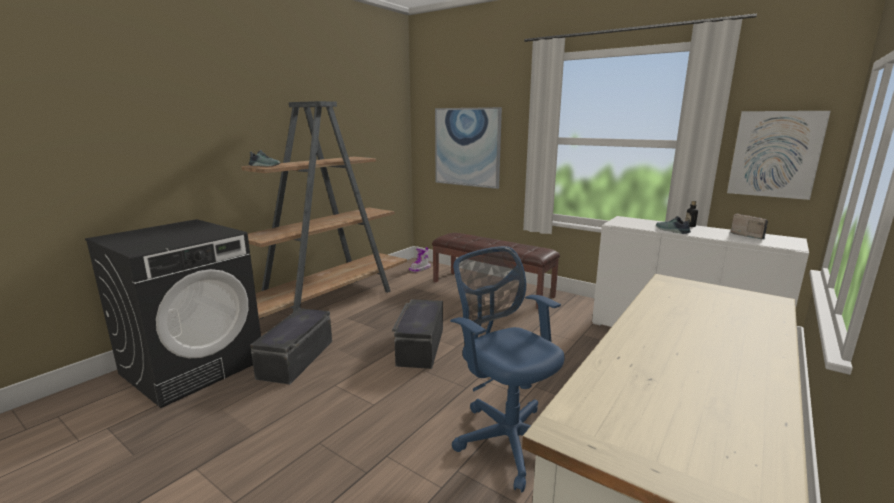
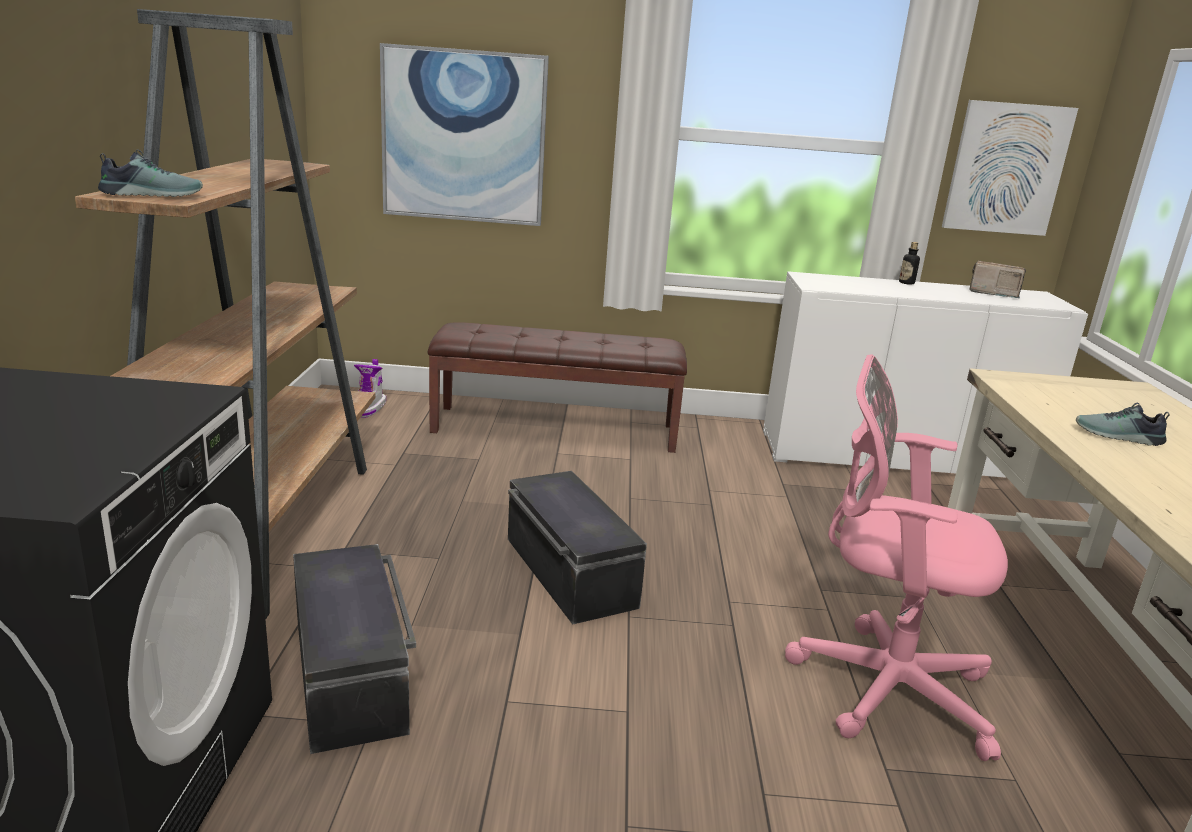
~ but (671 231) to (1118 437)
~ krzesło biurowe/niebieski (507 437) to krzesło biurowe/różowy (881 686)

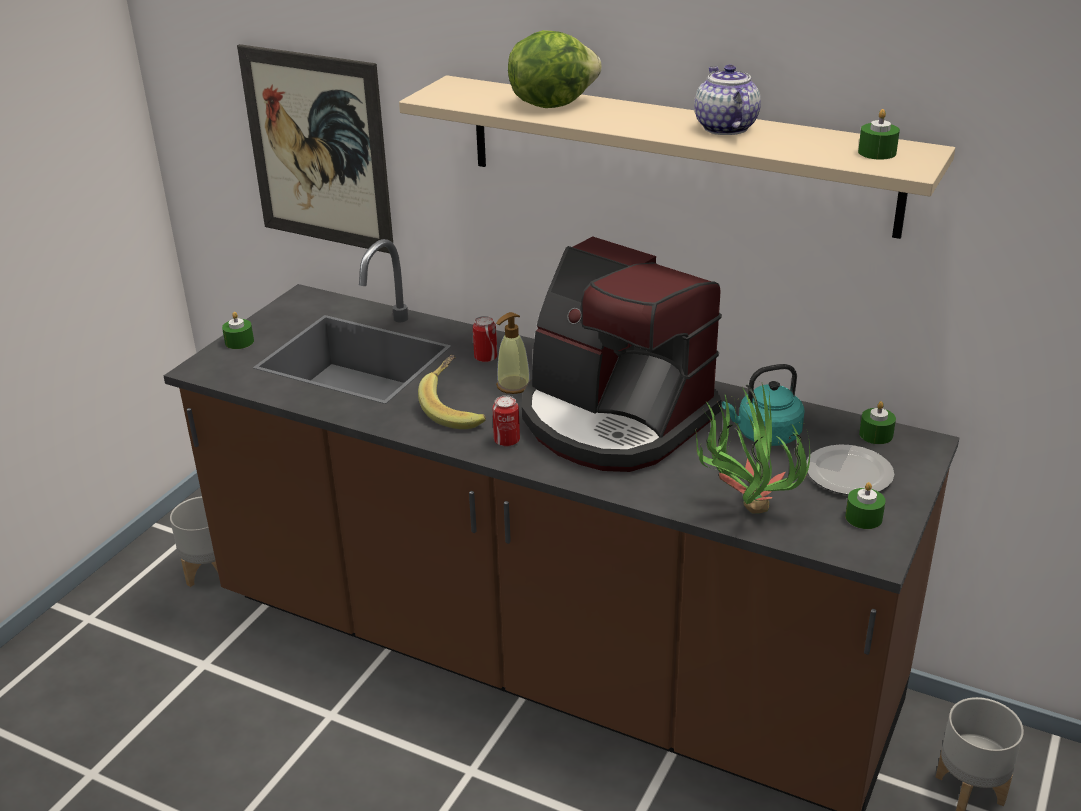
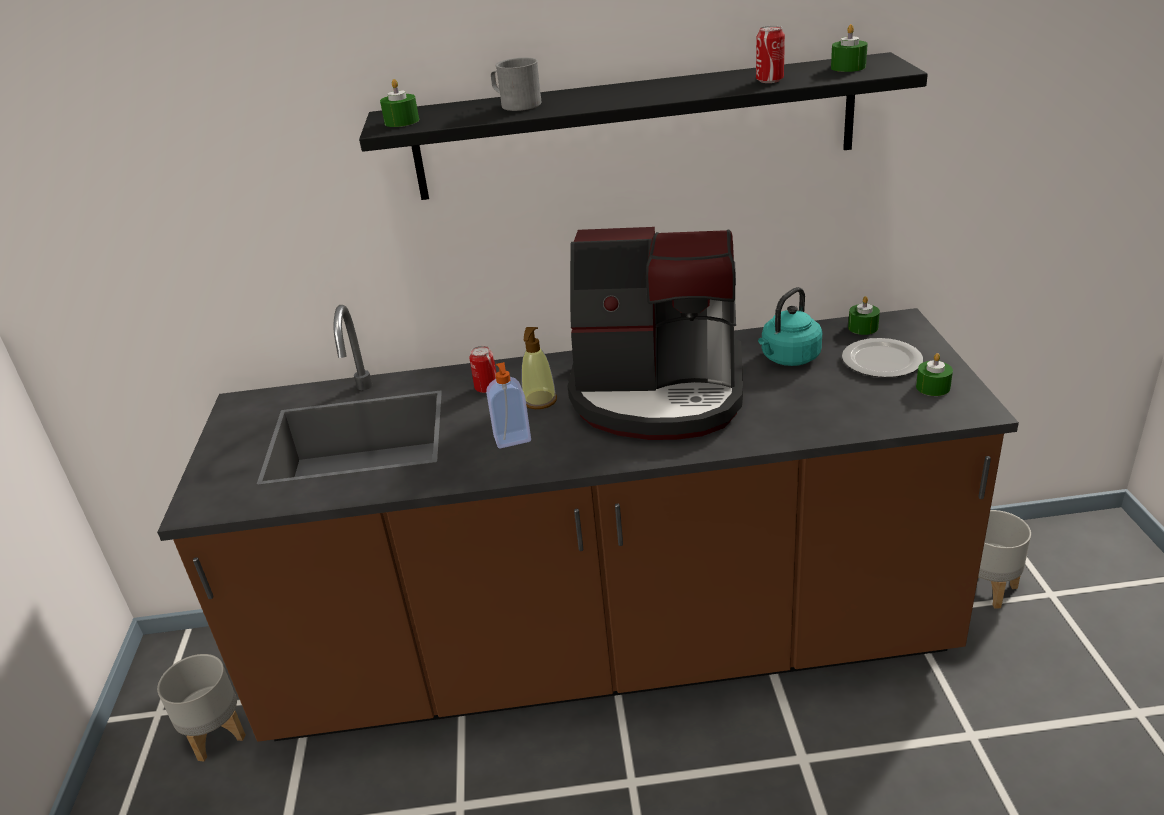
- obraz (318 150)
- imbryk (724 127)
- roślina doniczkowa (743 507)
~ świeca/zielony (239 342) to (402 121)
~ puszka (507 441) to (769 80)
~ banan (457 409) to dozownik mydła (512 440)
~ sałata (551 103) to kubek/szary (516 104)
~ półka/beżowy (676 154) to półka/czarny (635 128)

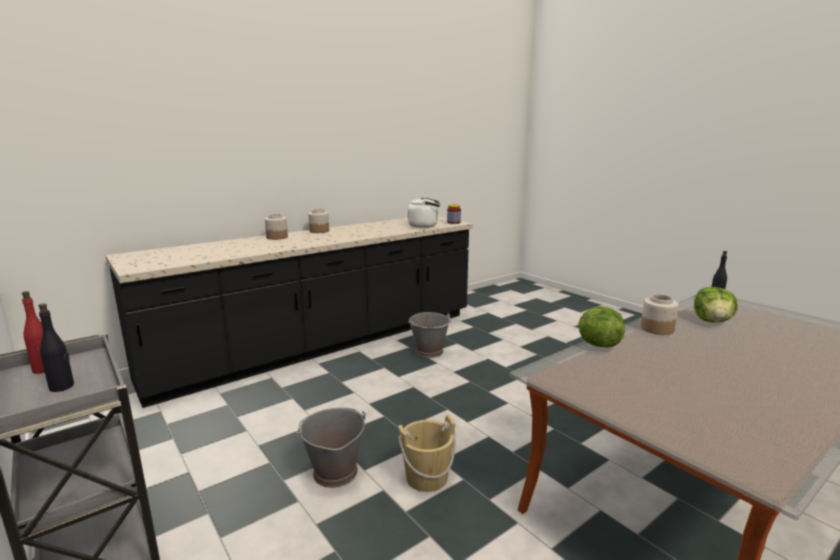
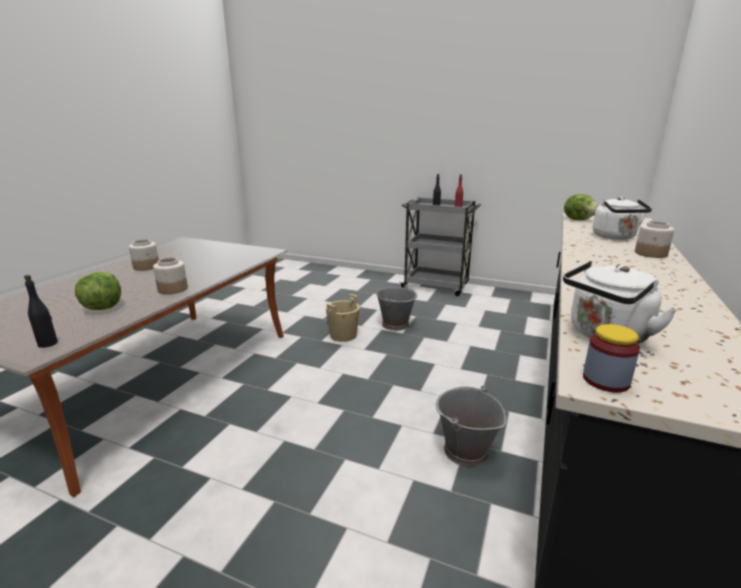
+ czajnik/biały (615 237)
~ słoik (319 231) to (147 267)
~ sałata (597 344) to (578 219)

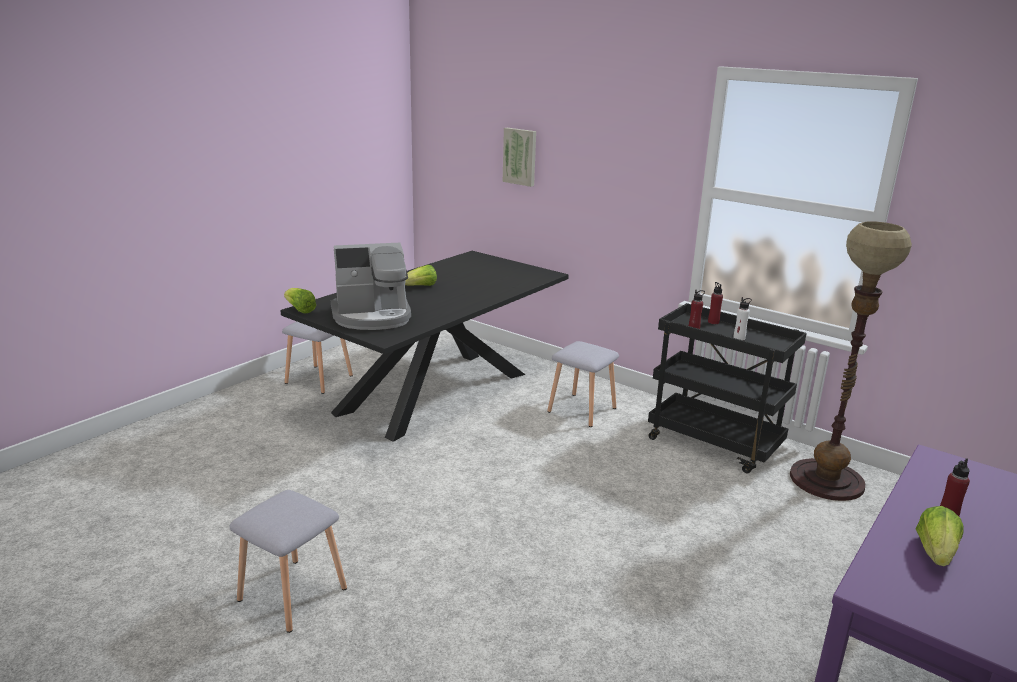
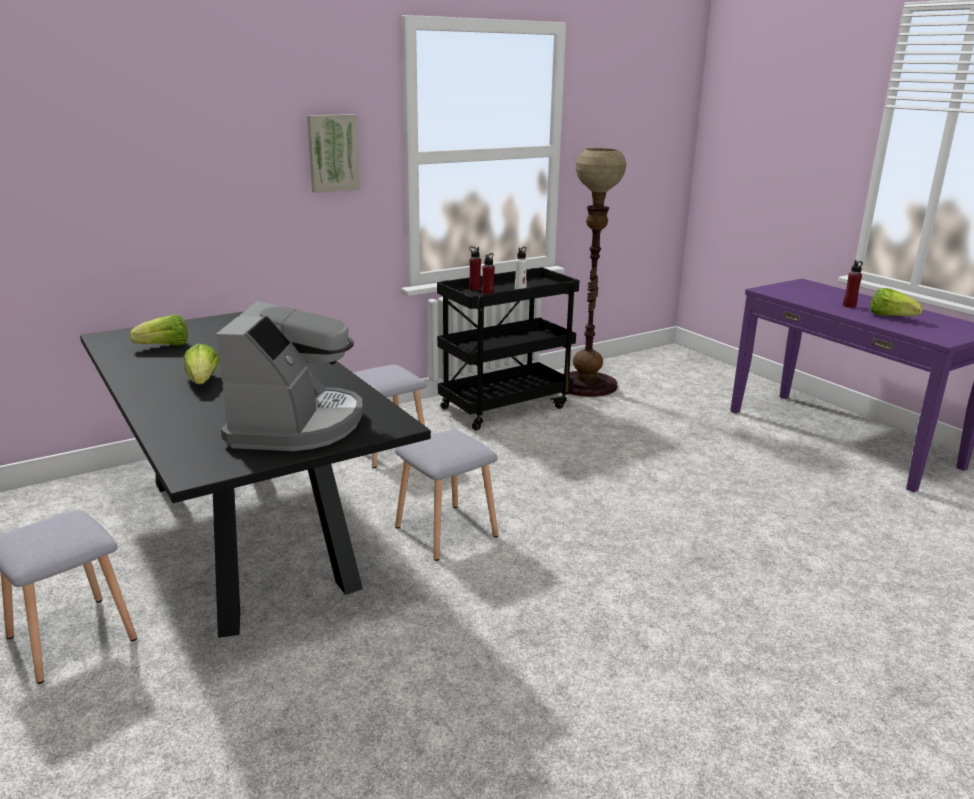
~ stołek/szary (292 595) to (448 532)
~ sałata (300 310) to (164 346)
~ obraz (520 156) to (332 153)

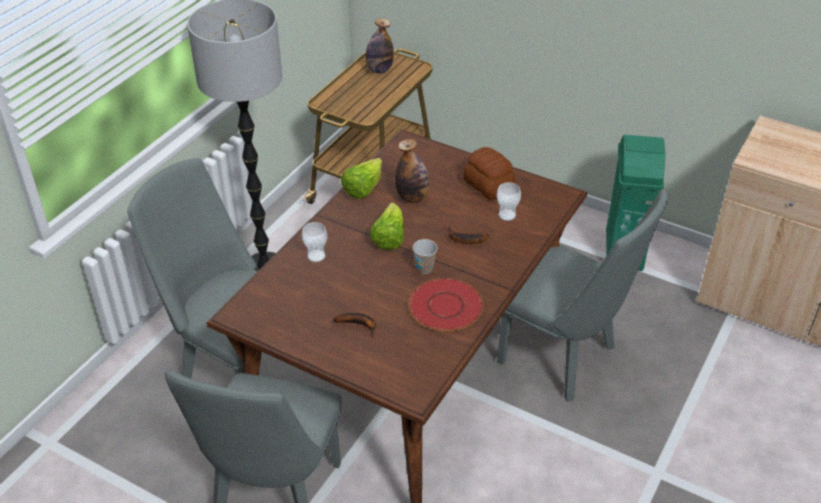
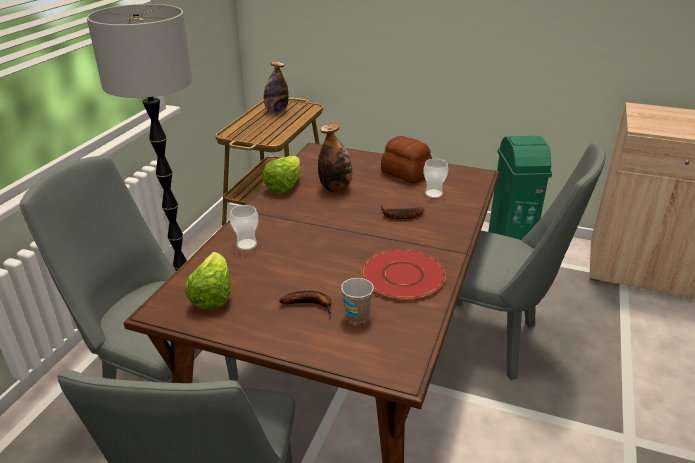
~ sałata (389 238) to (212 295)
~ filiżanka (424 268) to (357 316)

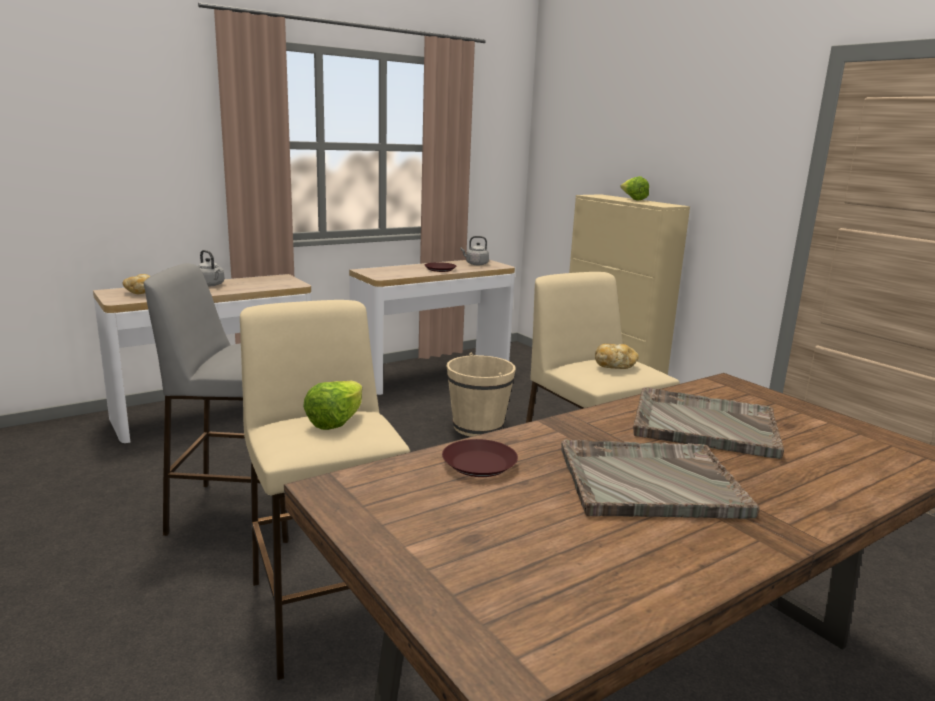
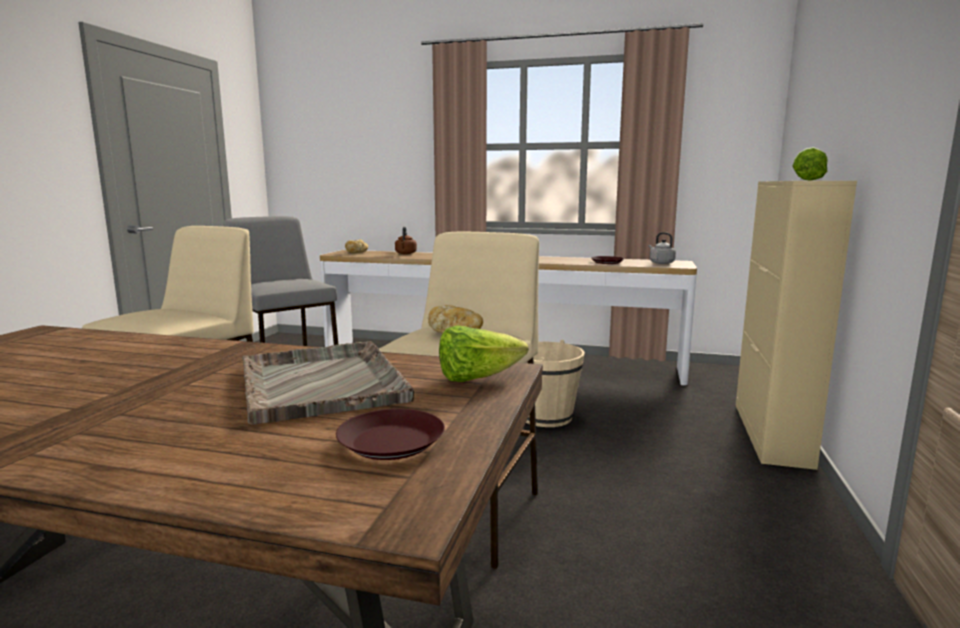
- taca/szary (648 482)
~ sałata (336 421) to (477 378)
~ talerz/brązowy (480 464) to (391 443)
~ czajnik/szary (211 285) to czajnik/brązowy (405 253)

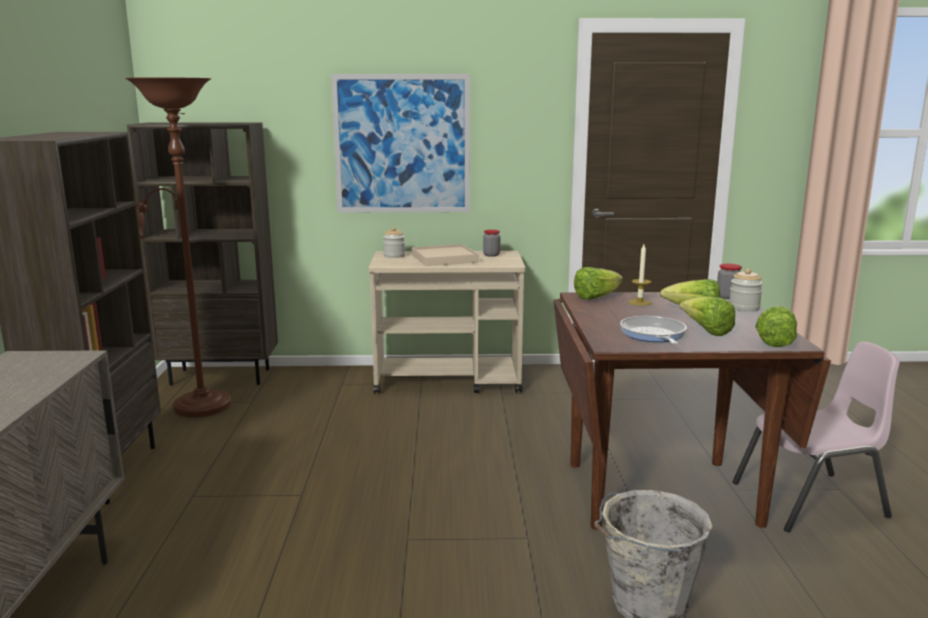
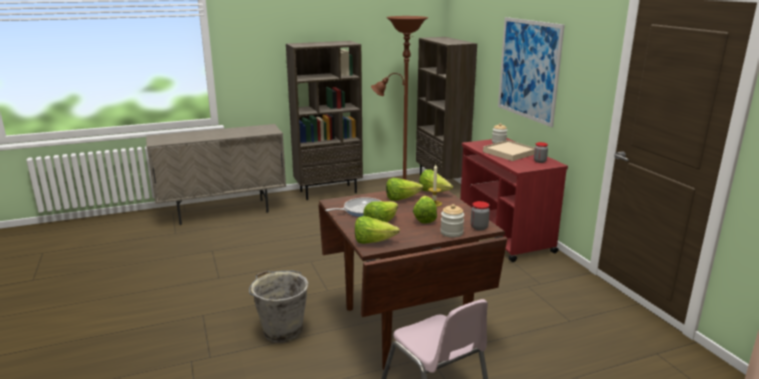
+ sałata (401 199)
~ wózek/beżowy (449 380) to wózek/czerwony (505 236)

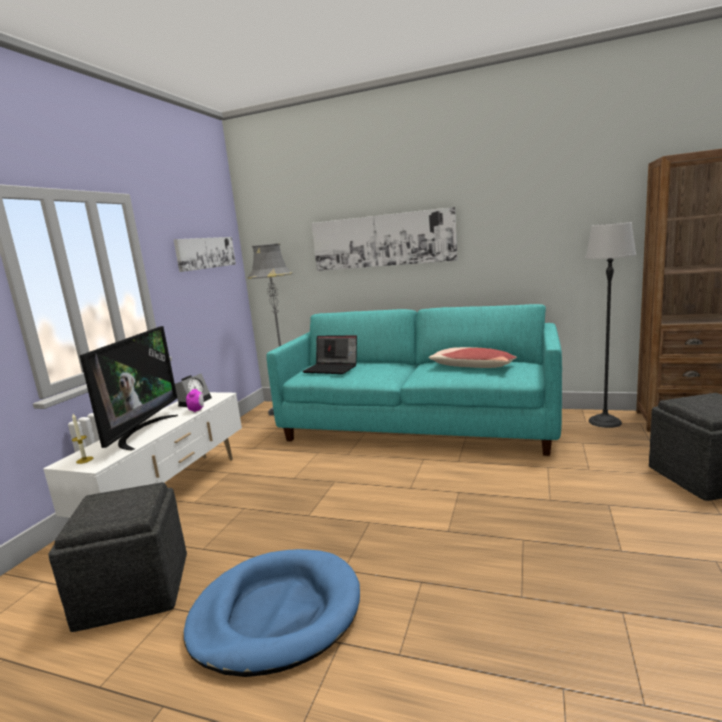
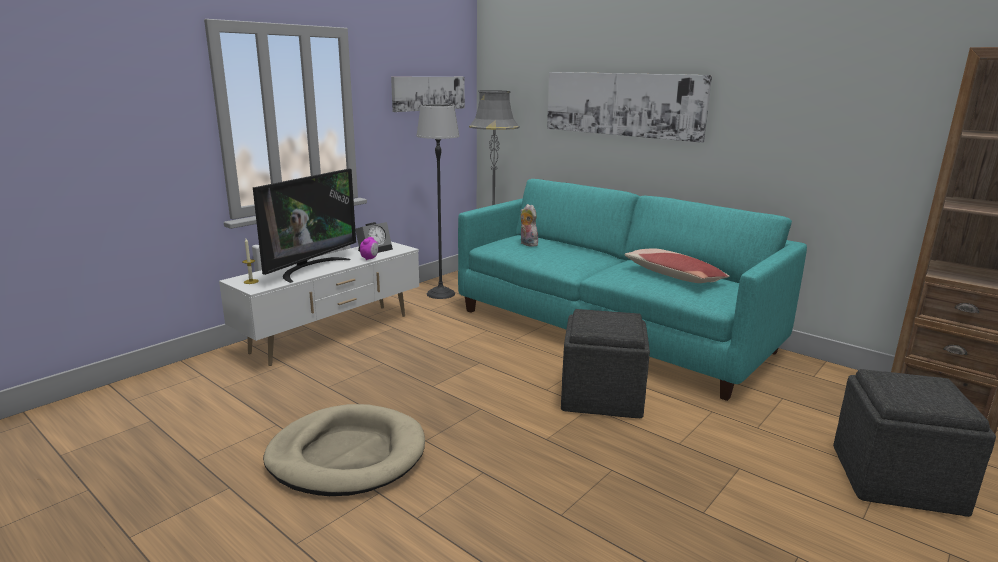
~ pufa/szary (136 589) to (602 396)
~ lampa stojąca (605 422) to (440 294)
~ laptop (332 368) to pluszak (527 244)
~ legowisko/niebieski (276 614) to legowisko/beżowy (347 455)

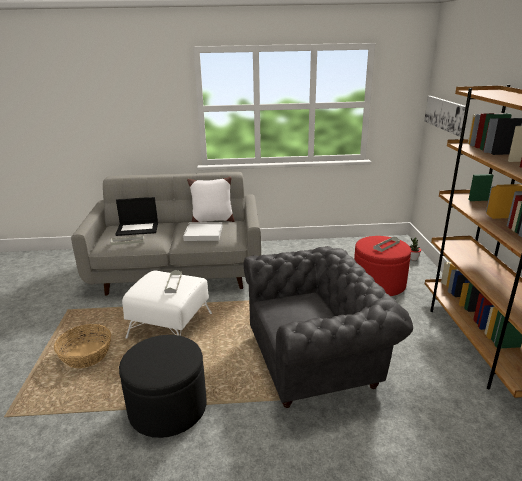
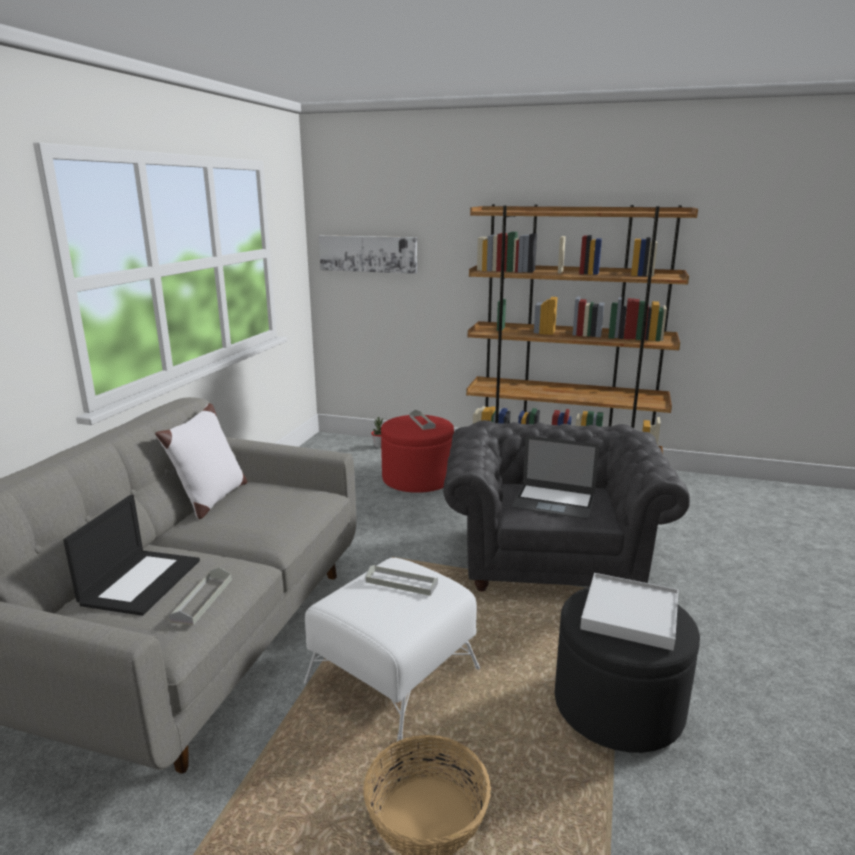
+ laptop (554 501)
~ taca/biały (203 233) to (630 614)

